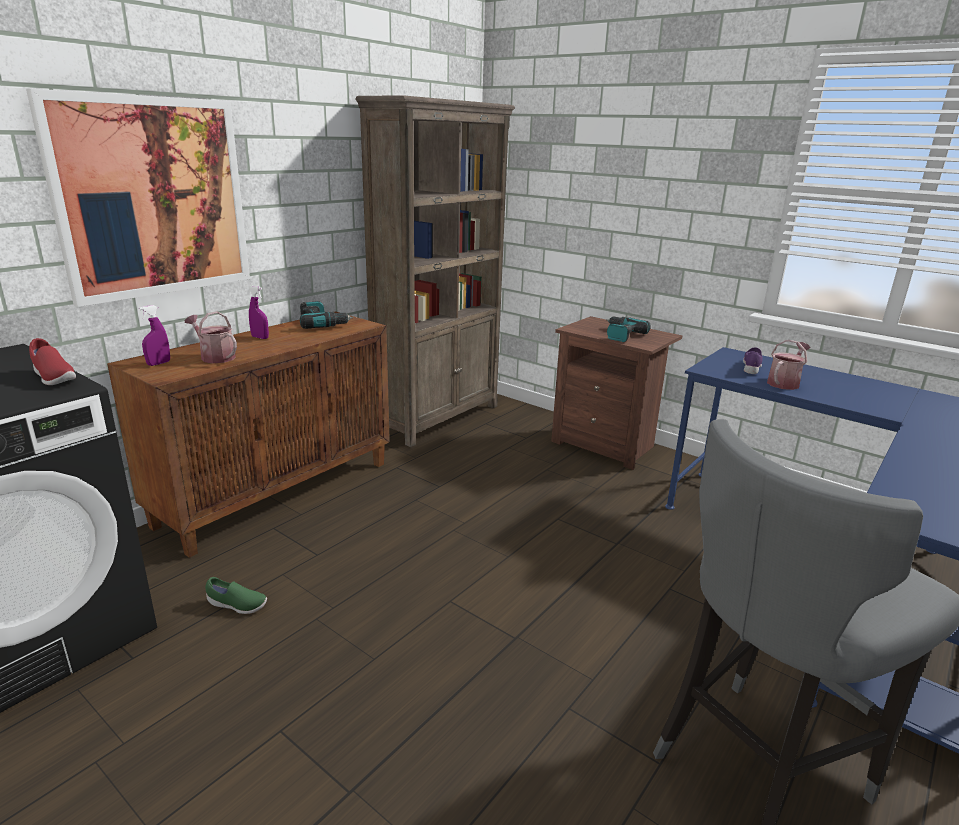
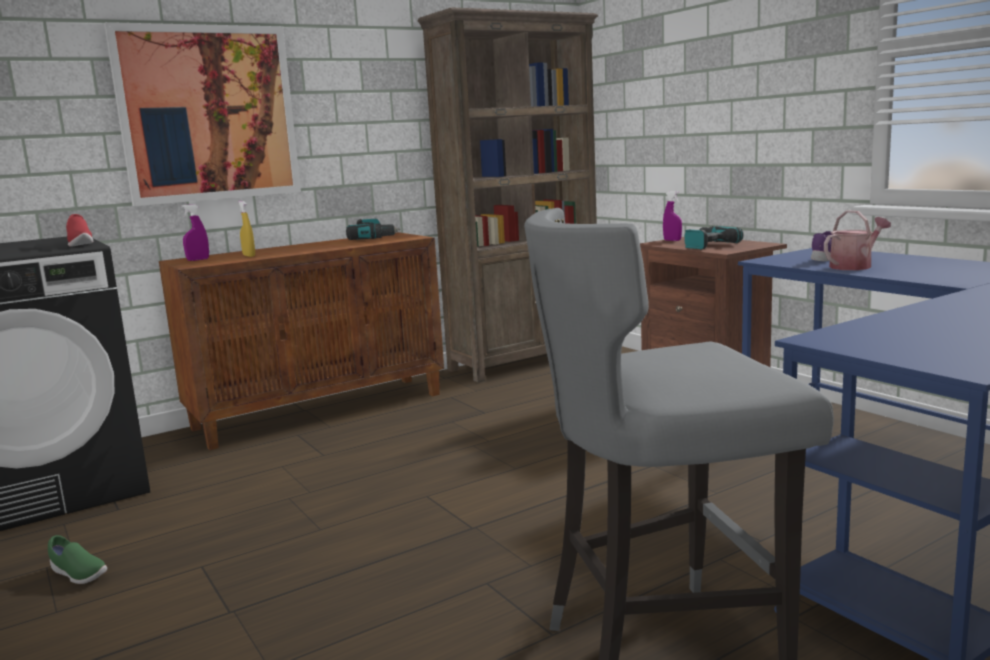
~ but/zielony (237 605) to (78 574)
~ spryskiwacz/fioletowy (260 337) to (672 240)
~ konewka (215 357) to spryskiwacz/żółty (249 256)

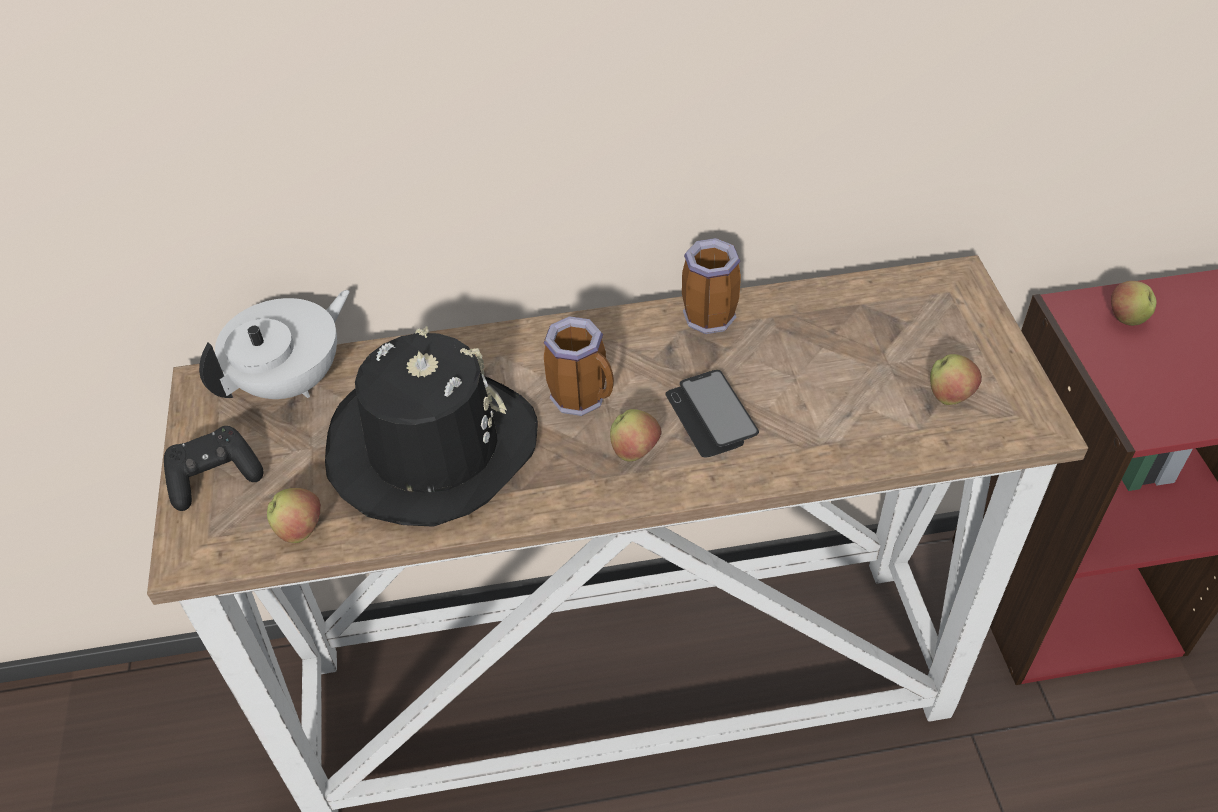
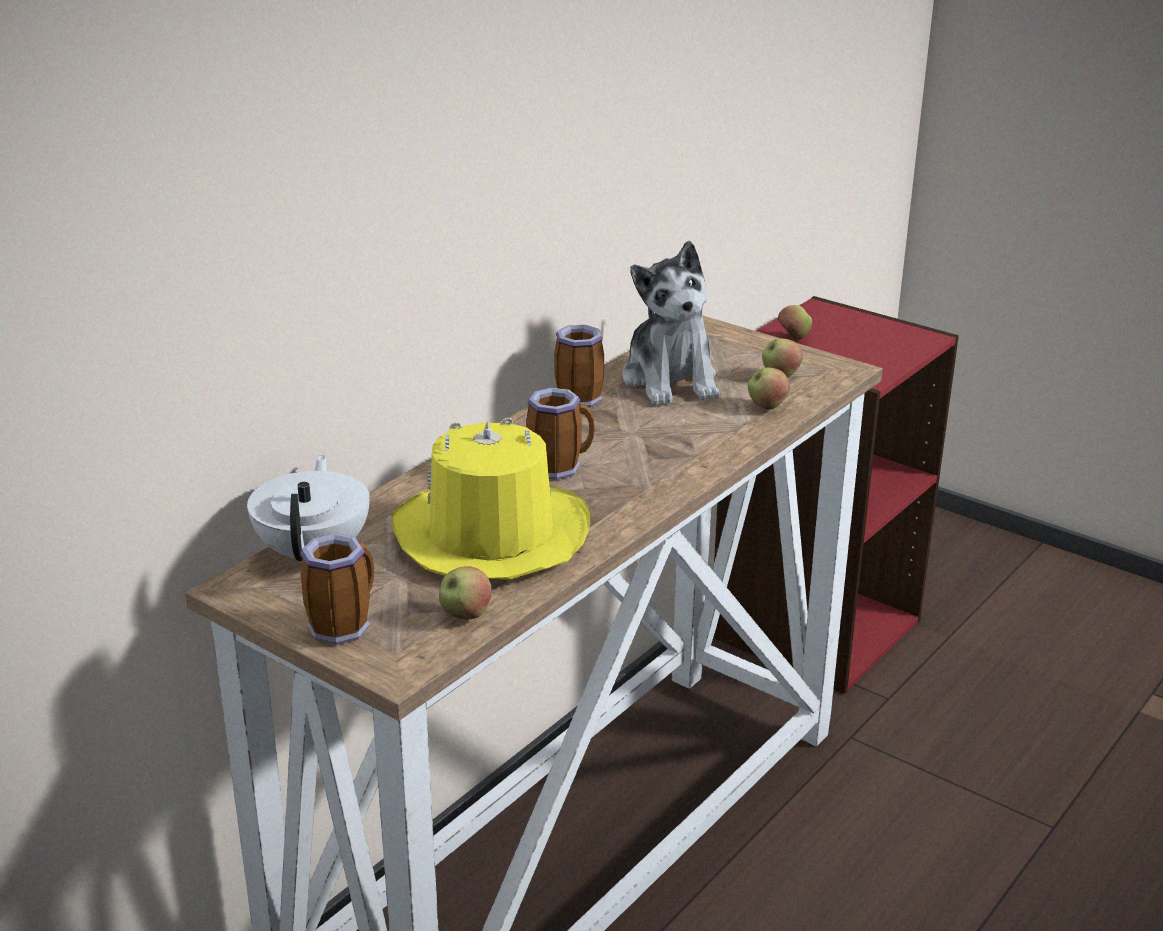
- telefon (711 415)
+ pluszak (671 380)
~ jabłko (635 452) to (767 407)
~ pad do gier/czarny (215 477) to kubek (342 625)
~ kapelusz/czarny (431 446) to kapelusz/żółty (490 534)

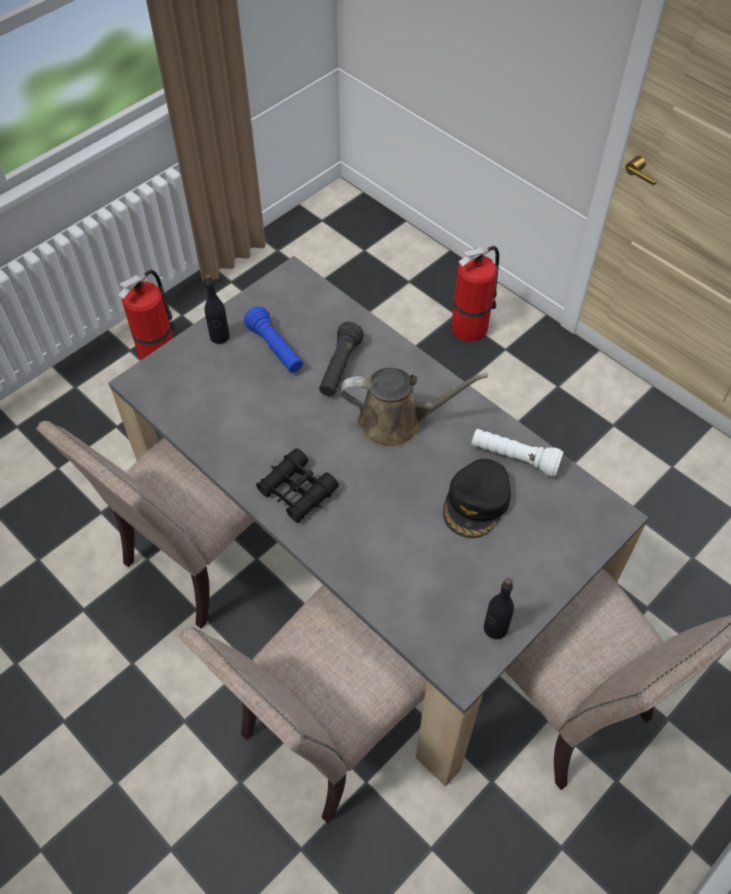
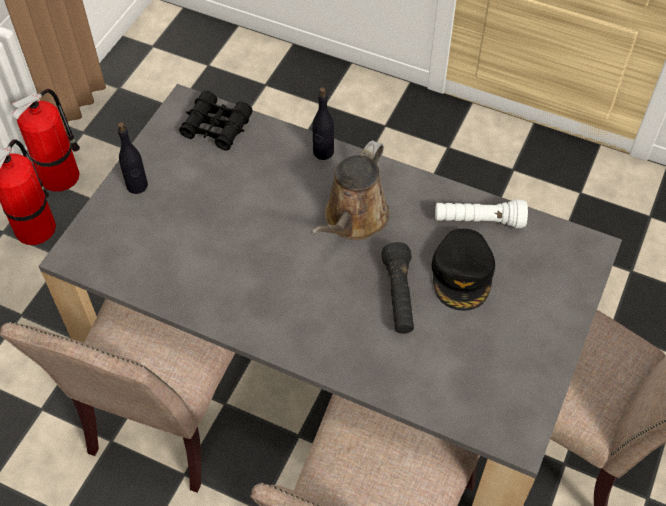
- latarka/niebieski (275 349)
~ lornetka/czarny (297 491) to (216 127)
~ latarka/czarny (340 368) to (399 296)
~ gaśnica (471 326) to (61 174)
~ butelka/czarny (495 628) to (323 152)
~ konewka/brązowy (397 422) = (353 220) 135 degrees clockwise

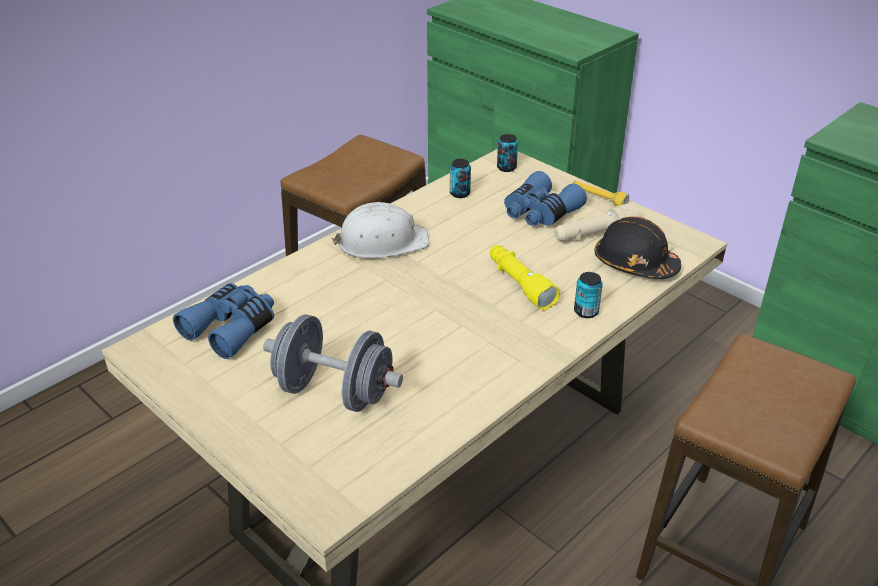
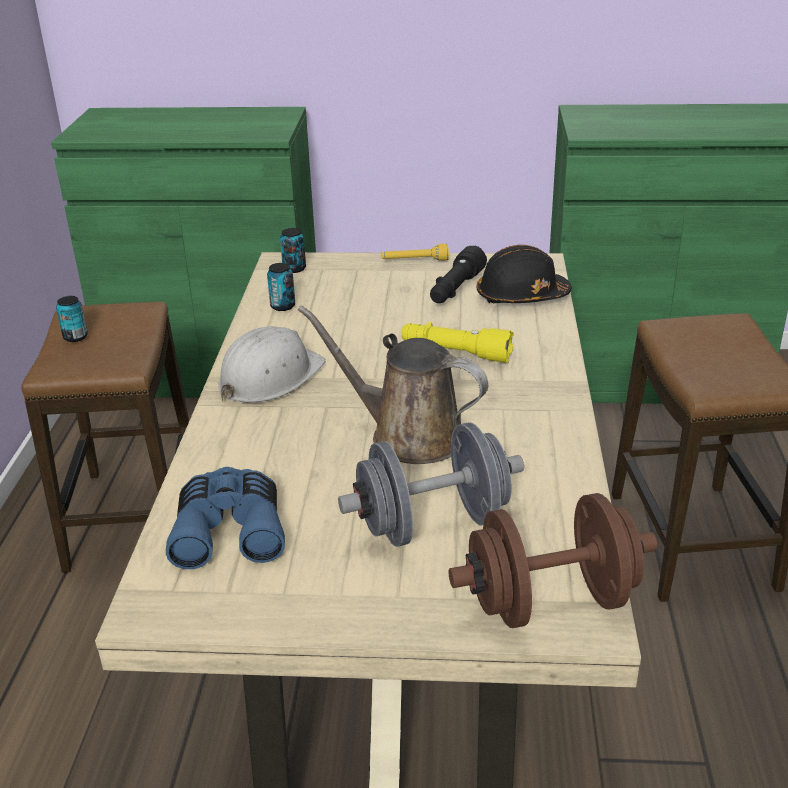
- lornetka/niebieski (539 212)
+ konewka/brązowy (408 435)
+ hantel/brązowy (550 602)
~ puszka (586 312) to (75 337)
~ latarka/beżowy (594 235) to latarka/czarny (455 289)

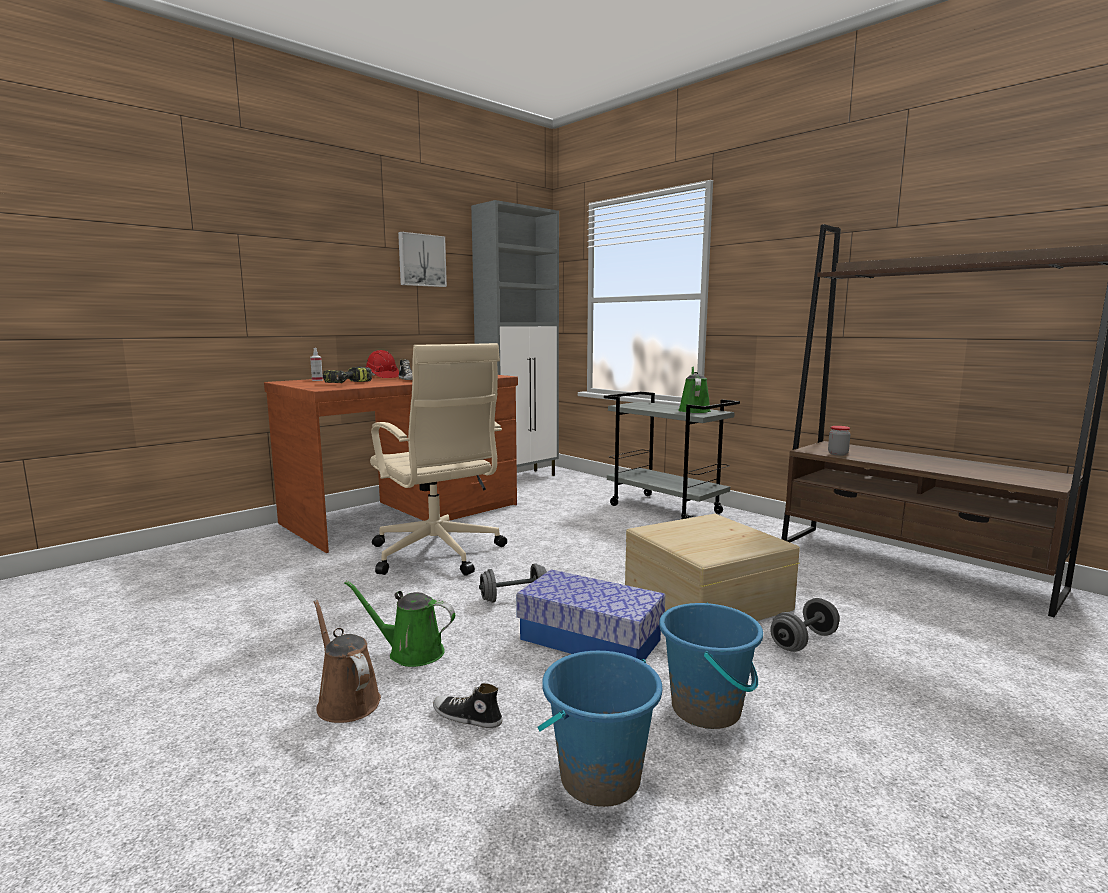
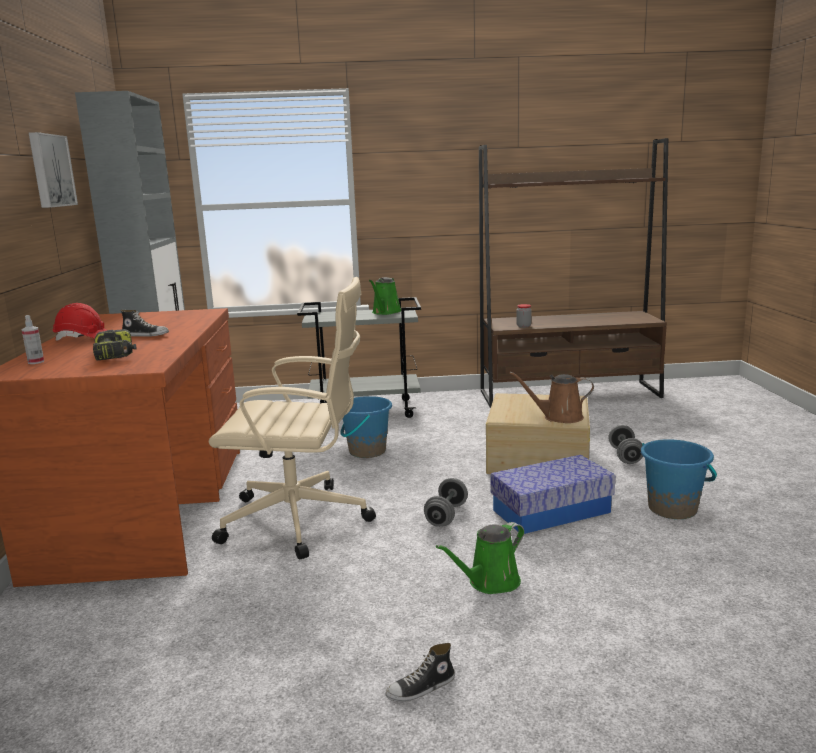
~ konewka/brązowy (346 700) to (559 417)
~ but (466 717) to (421 688)
~ wiadro/niebieski (599 777) to (367 451)
~ konewka/zielony (693 410) = (385 312) 120 degrees counterclockwise

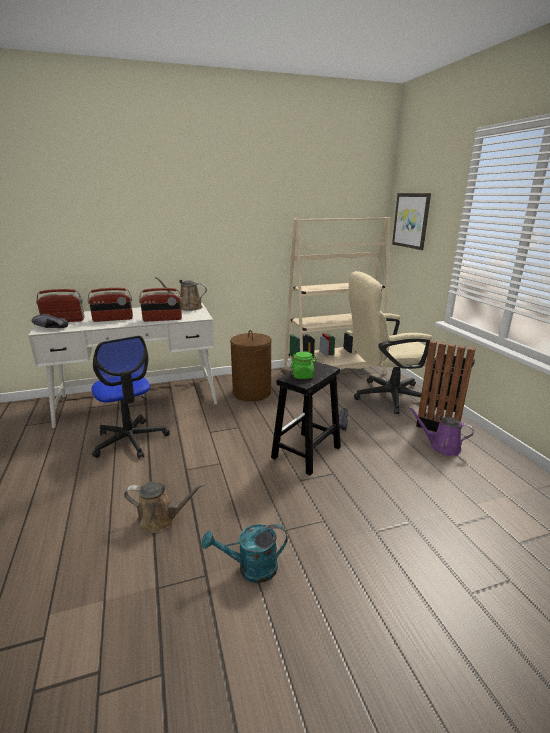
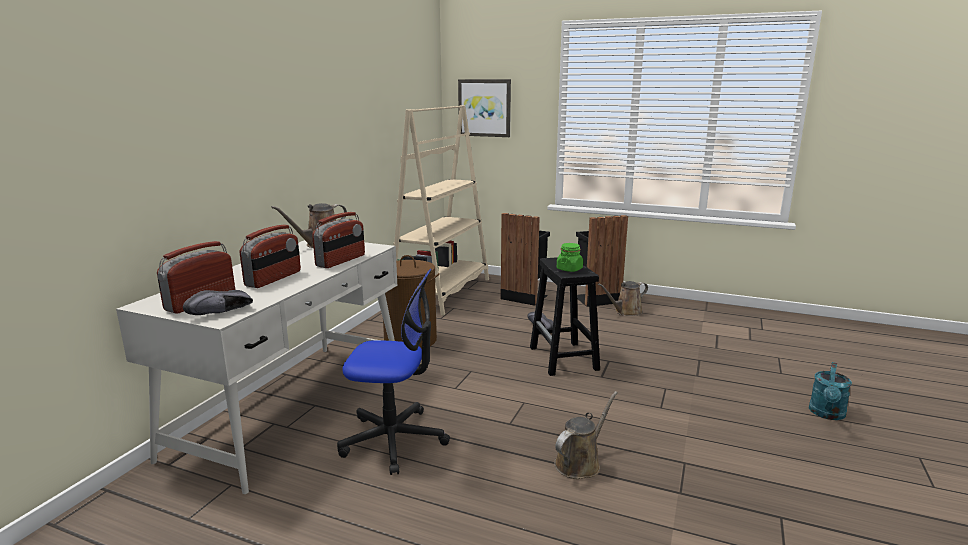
~ konewka/turkusowy (250 568) to (827 414)
~ krzesło biurowe/beżowy (384 396) to kosz na śmieci/czarny (525 296)
~ konewka/fioletowy (441 447) to konewka/brązowy (626 312)

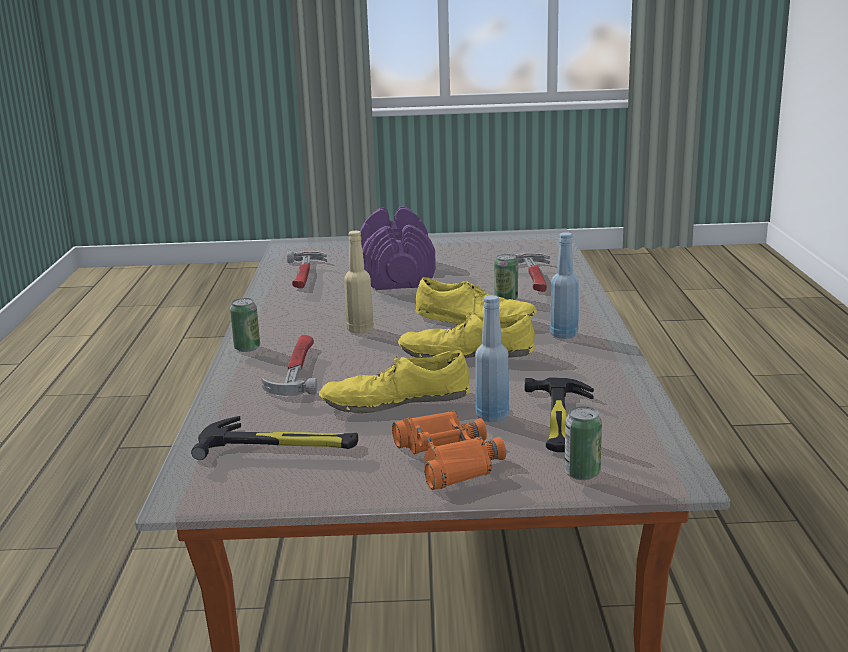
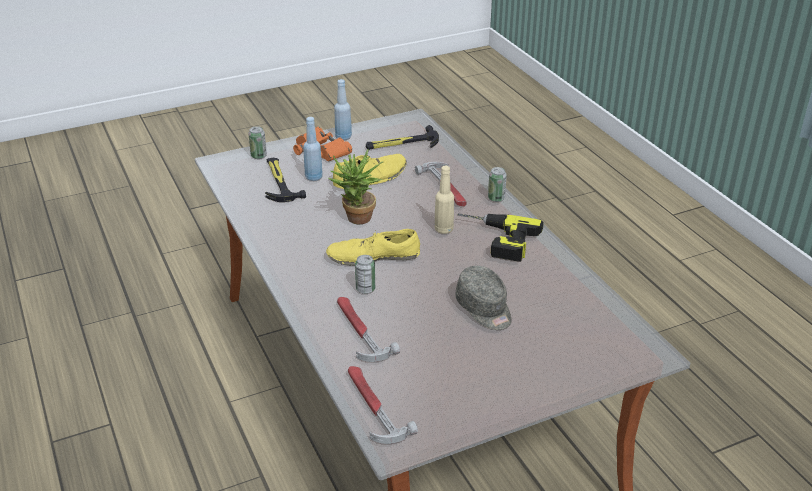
+ wiertarka (494 239)
~ młotek (305 274) to (373 407)
~ butelka/niebieski (564 335) to (343 137)
~ hantel/fioletowy (396 275) to czapka z daszkiem/szary (484 309)
~ but/żółty (466 353) to roślina doniczkowa (356 220)

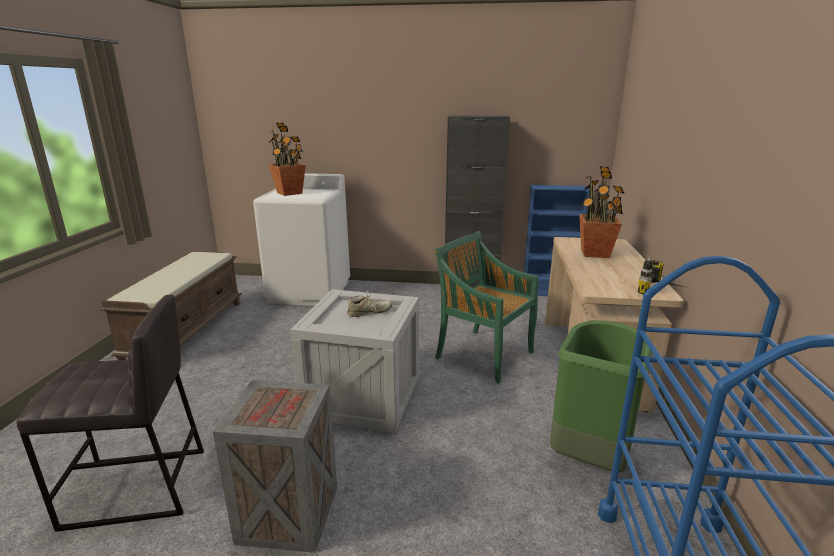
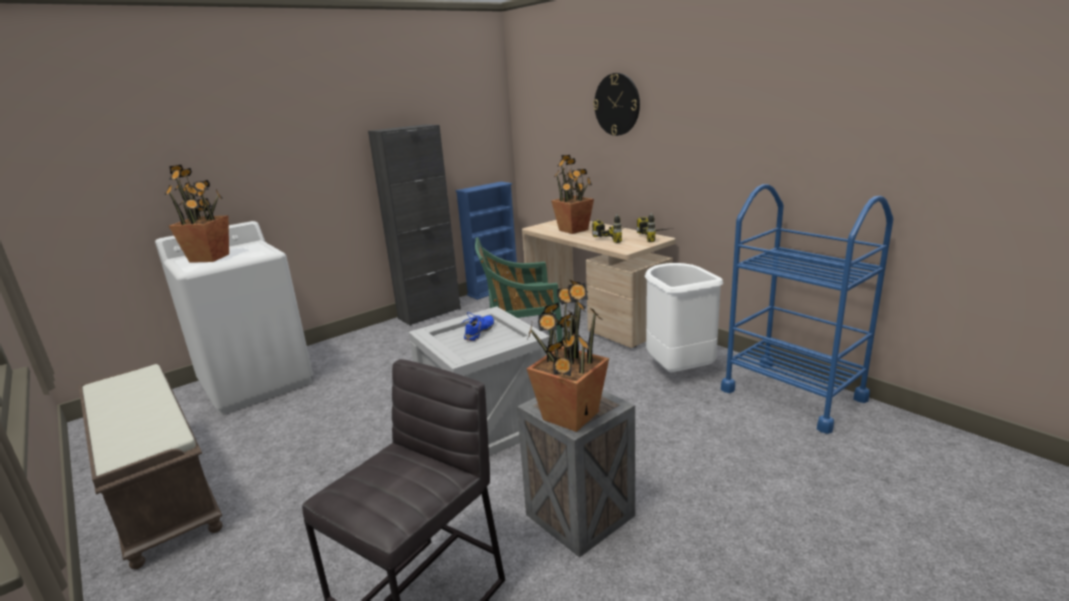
+ roślina doniczkowa (569 416)
+ wiertarka (615 238)
+ zegar ścienny (617 104)
~ but/beżowy (369 312) to but/niebieski (479 332)
~ kosz na śmieci/zielony (589 456) to kosz na śmieci/biały (677 369)

